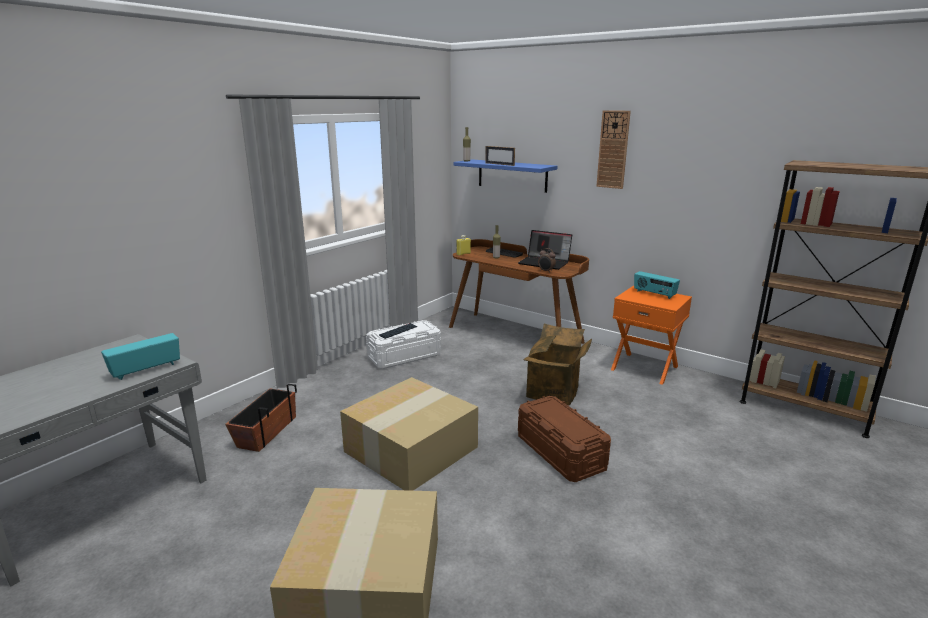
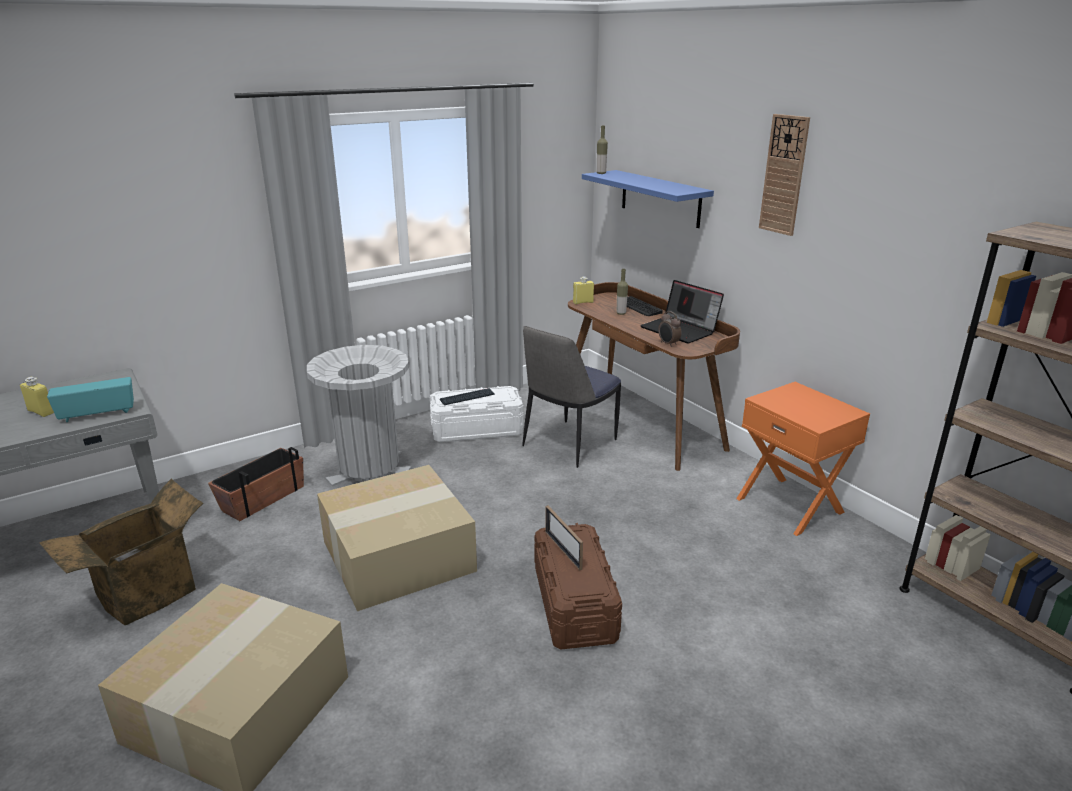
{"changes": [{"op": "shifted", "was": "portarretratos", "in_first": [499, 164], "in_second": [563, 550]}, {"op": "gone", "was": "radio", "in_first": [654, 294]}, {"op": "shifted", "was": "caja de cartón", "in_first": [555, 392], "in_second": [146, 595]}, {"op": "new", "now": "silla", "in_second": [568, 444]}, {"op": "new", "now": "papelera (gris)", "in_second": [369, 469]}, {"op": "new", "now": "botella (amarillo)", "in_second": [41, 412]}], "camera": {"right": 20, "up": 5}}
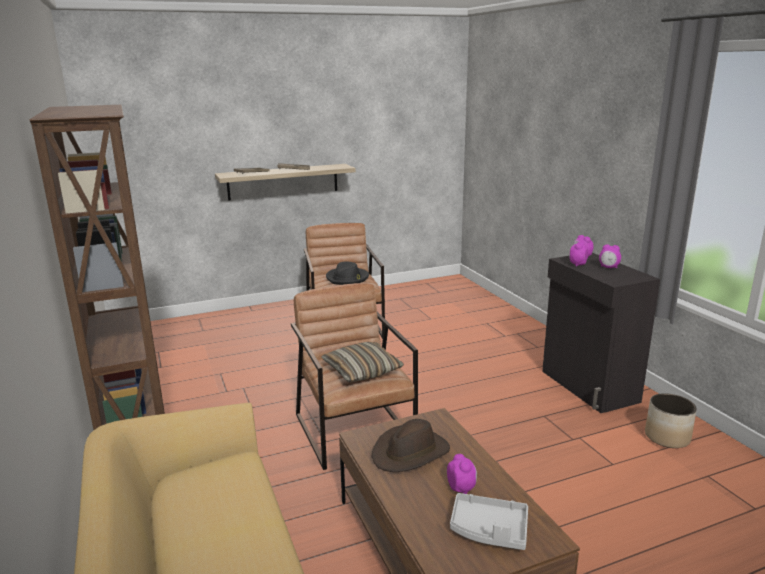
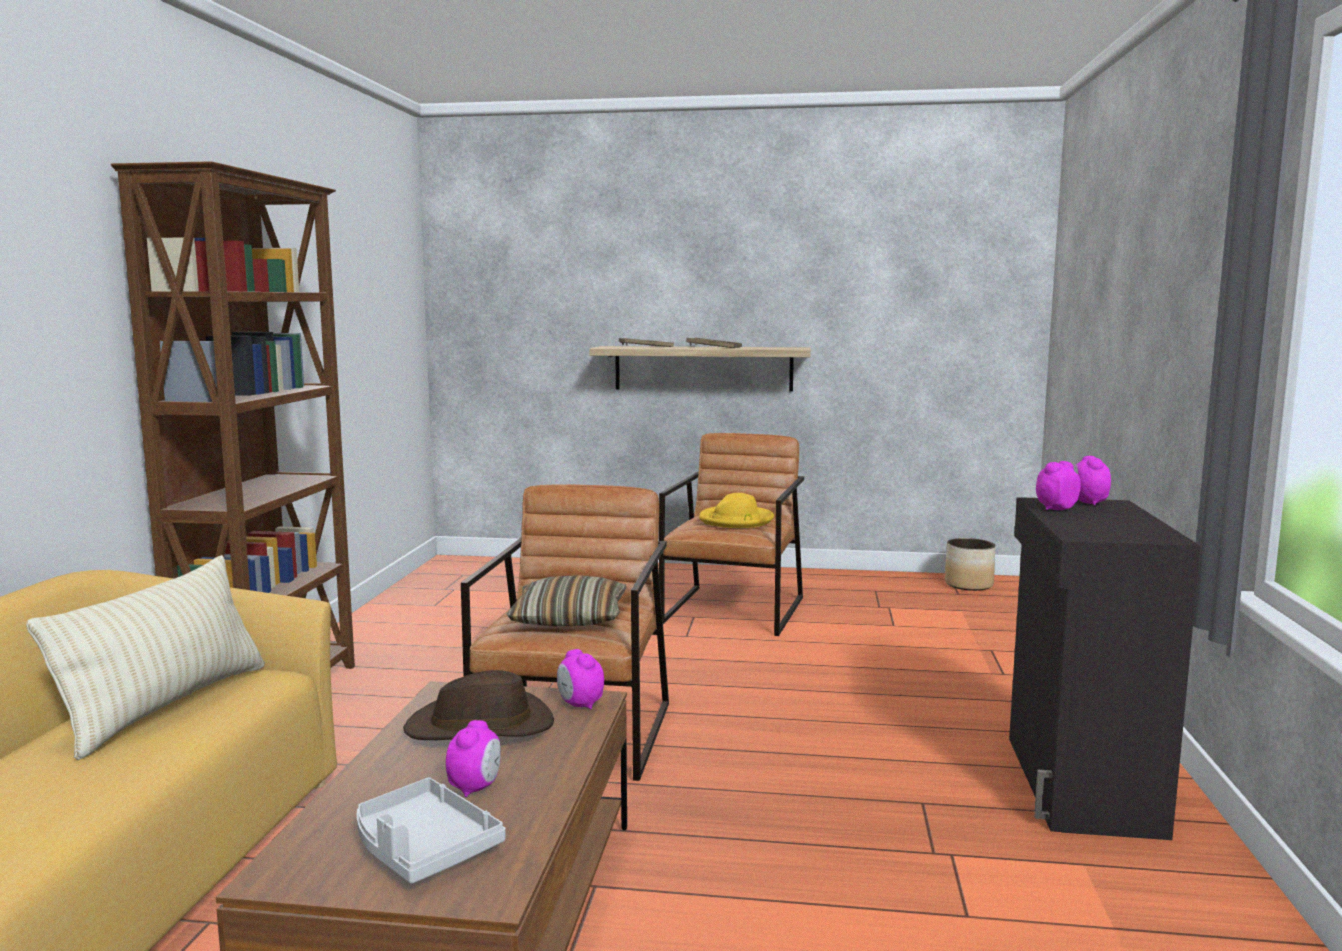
{"changes": [{"op": "shifted", "was": "despertador", "in_first": [608, 267], "in_second": [580, 705]}, {"op": "repainted", "was": "sombrero (negro)", "now": "sombrero (amarillo)", "in_first": [347, 278], "in_second": [736, 520]}, {"op": "shifted", "was": "maceta", "in_first": [667, 437], "in_second": [969, 585]}, {"op": "new", "now": "cojín (beis)", "in_second": [166, 706]}], "camera": {"right": 30, "up": -10}}
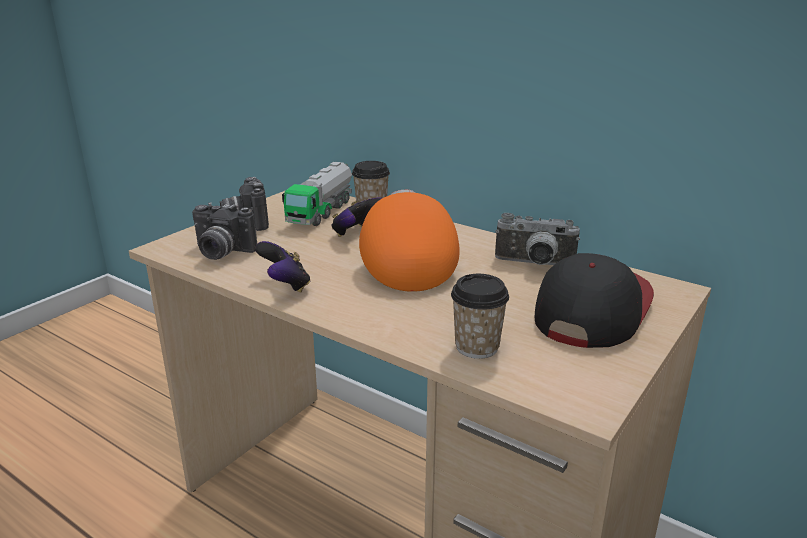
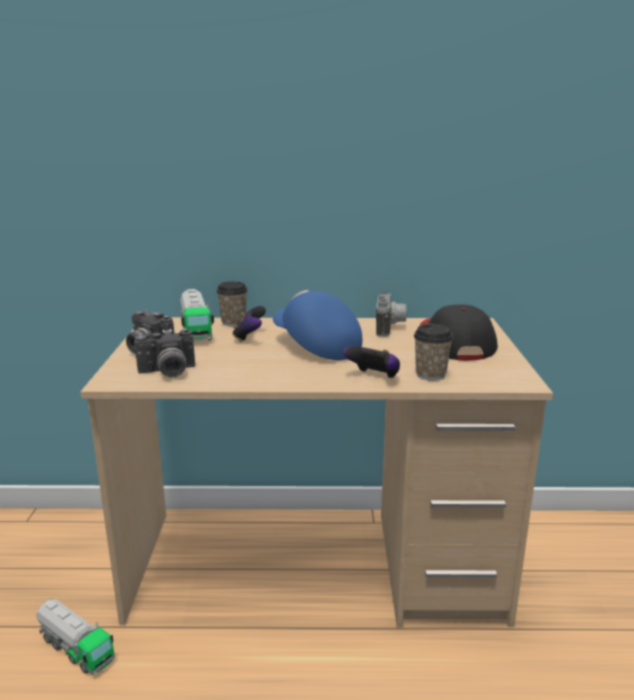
{"changes": [{"op": "repainted", "was": "gorra (naranja)", "now": "gorra (azul)", "in_first": [406, 264], "in_second": [315, 346]}, {"op": "rotated", "was": "cámara", "in_first": [534, 264], "in_second": [390, 328], "clockwise": -60}, {"op": "shifted", "was": "mando de consola", "in_first": [285, 286], "in_second": [374, 377]}, {"op": "new", "now": "camión de juguete", "in_second": [76, 649]}], "camera": {"right": -35, "up": -5}}
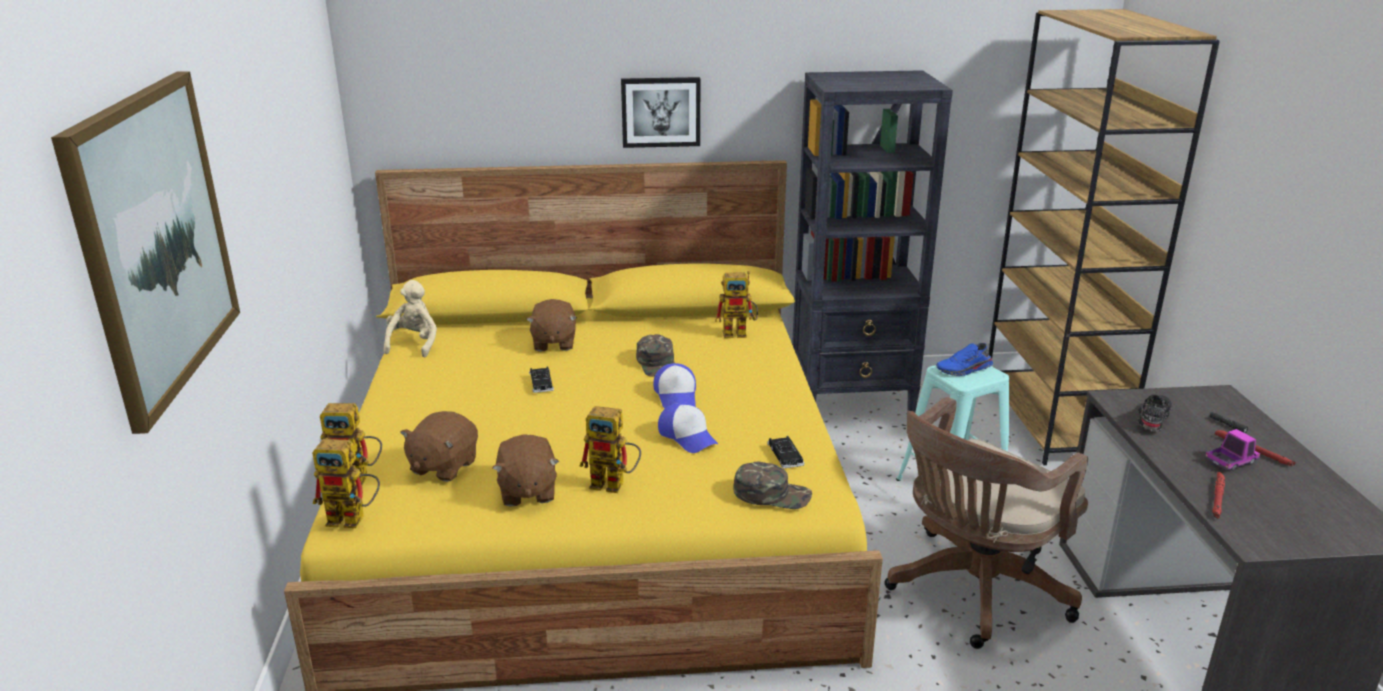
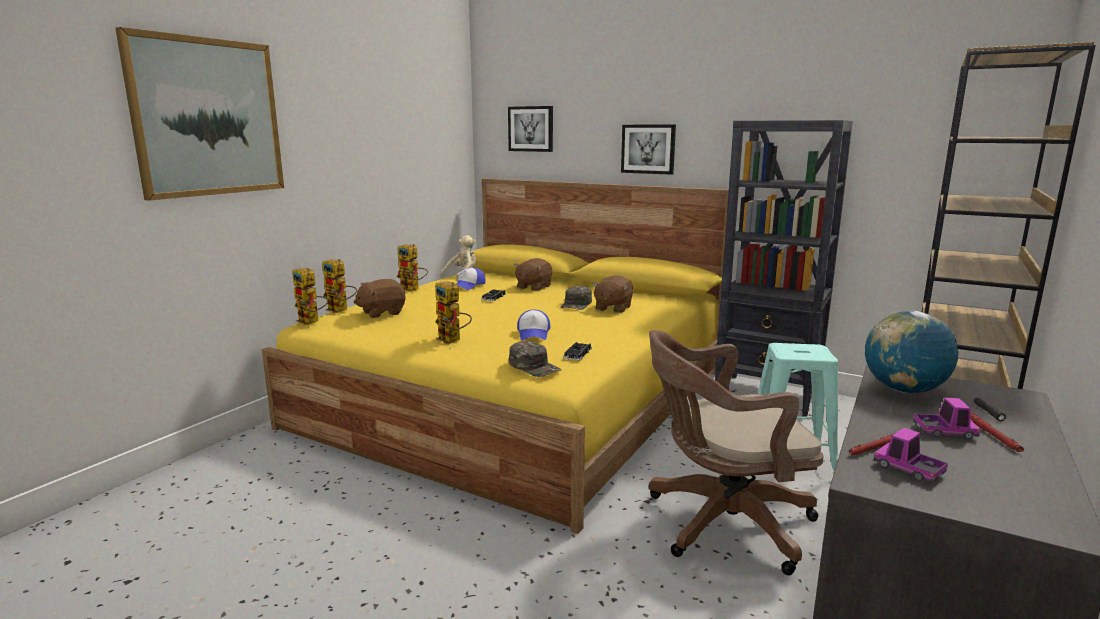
{"changes": [{"op": "shifted", "was": "robot de juguete", "in_first": [740, 333], "in_second": [413, 289]}, {"op": "gone", "was": "zapato (azul)", "in_first": [964, 370]}, {"op": "shifted", "was": "gorra", "in_first": [676, 395], "in_second": [469, 285]}, {"op": "swapped", "was": "zapato (negro)", "now": "globo terráqueo", "in_first": [1151, 418], "in_second": [904, 390]}, {"op": "shifted", "was": "peluche (marrón)", "in_first": [527, 492], "in_second": [612, 308]}, {"op": "new", "now": "cuadro", "in_second": [531, 129]}, {"op": "new", "now": "camión de juguete", "in_second": [908, 469]}], "camera": {"right": 35, "up": -10}}
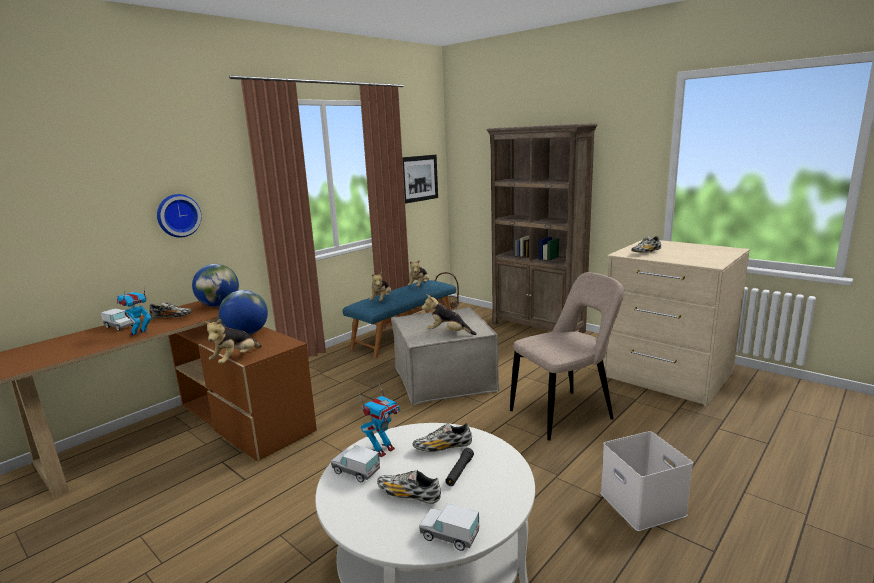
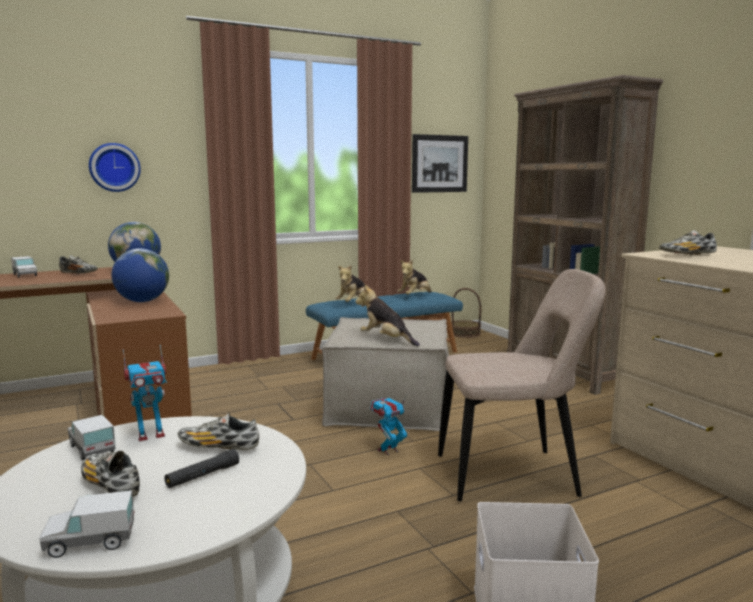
{"changes": [{"op": "shifted", "was": "robot de juguete", "in_first": [139, 334], "in_second": [388, 450]}, {"op": "gone", "was": "peluche", "in_first": [236, 360]}, {"op": "rotated", "was": "camión de juguete", "in_first": [449, 536], "in_second": [90, 542], "clockwise": -60}], "camera": {"right": 20, "up": -5}}
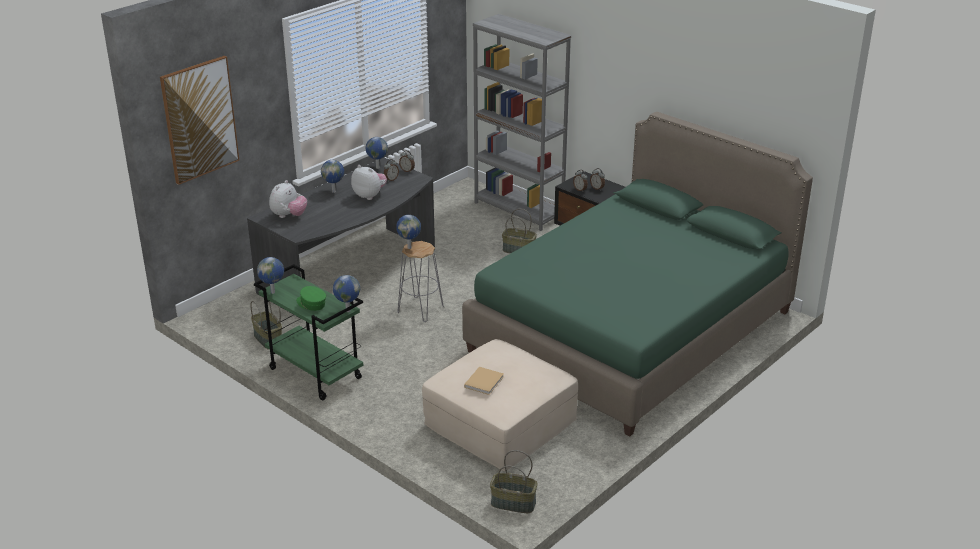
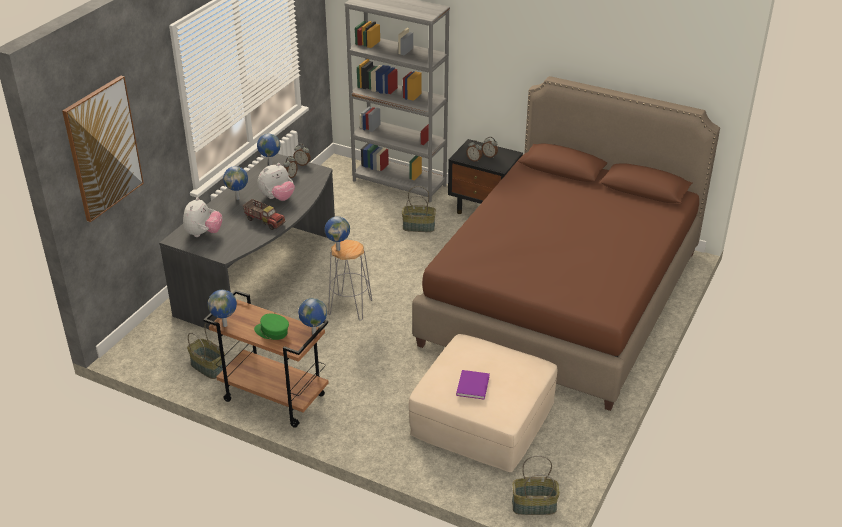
{"changes": [{"op": "repainted", "was": "cama (verde)", "now": "cama (marrón)", "in_first": [631, 331], "in_second": [562, 297]}, {"op": "rotated", "was": "peluche", "in_first": [369, 195], "in_second": [277, 198], "clockwise": 120}, {"op": "repainted", "was": "carrito (verde)", "now": "carrito (marrón)", "in_first": [314, 373], "in_second": [273, 398]}, {"op": "repainted", "was": "libro (beis)", "now": "libro (morado)", "in_first": [484, 381], "in_second": [473, 385]}, {"op": "new", "now": "camión de juguete", "in_second": [265, 221]}], "camera": {"right": -15, "up": 5}}
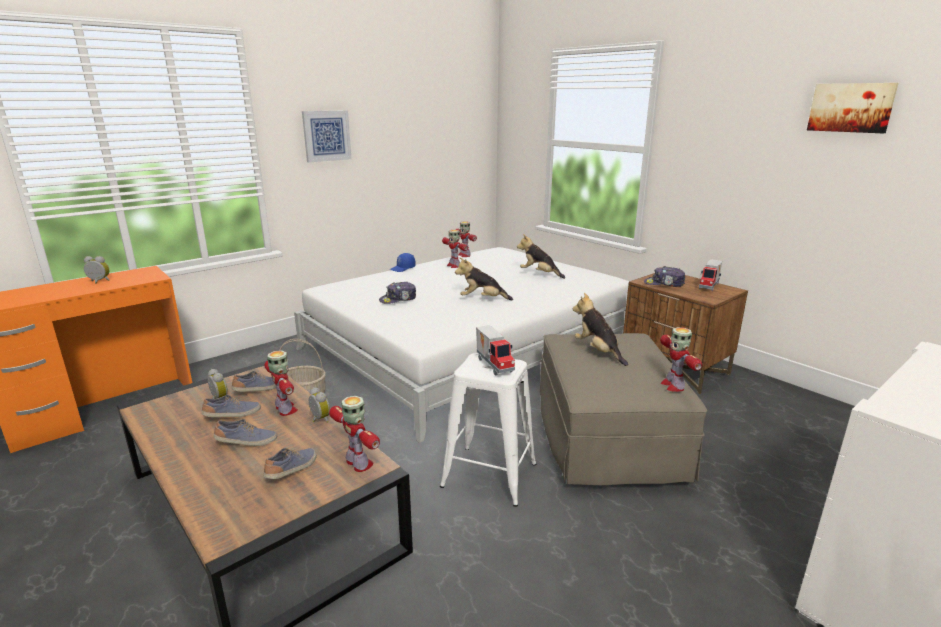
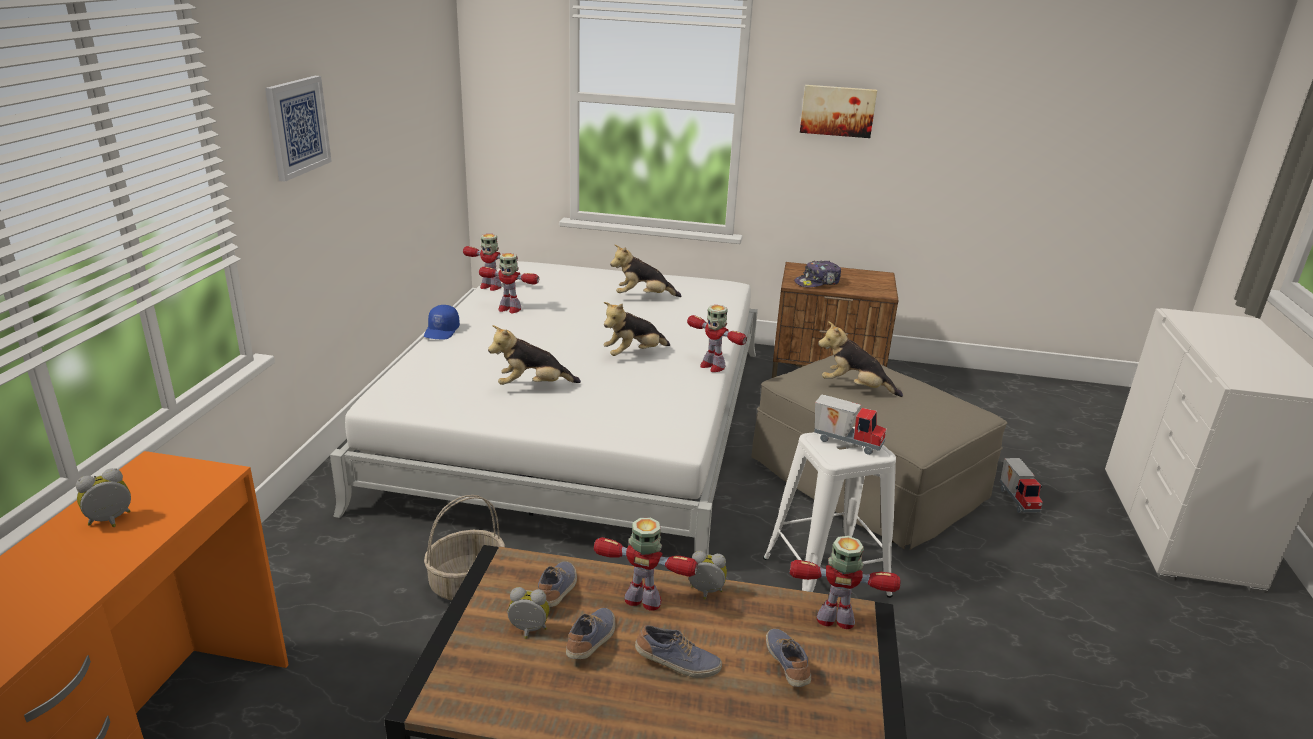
{"changes": [{"op": "shifted", "was": "cuadro", "in_first": [851, 107], "in_second": [837, 110]}, {"op": "shifted", "was": "camión de juguete", "in_first": [710, 286], "in_second": [1018, 500]}, {"op": "swapped", "was": "gorra", "now": "peluche", "in_first": [398, 299], "in_second": [533, 386]}, {"op": "shifted", "was": "robot de juguete", "in_first": [673, 385], "in_second": [712, 366]}, {"op": "rotated", "was": "zapato", "in_first": [246, 442], "in_second": [677, 664], "clockwise": 60}], "camera": {"right": -40, "up": 5}}
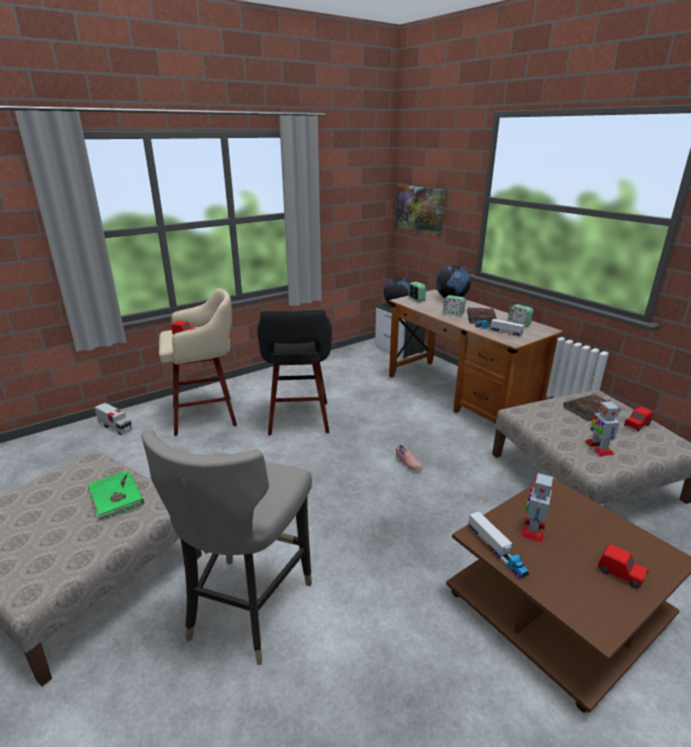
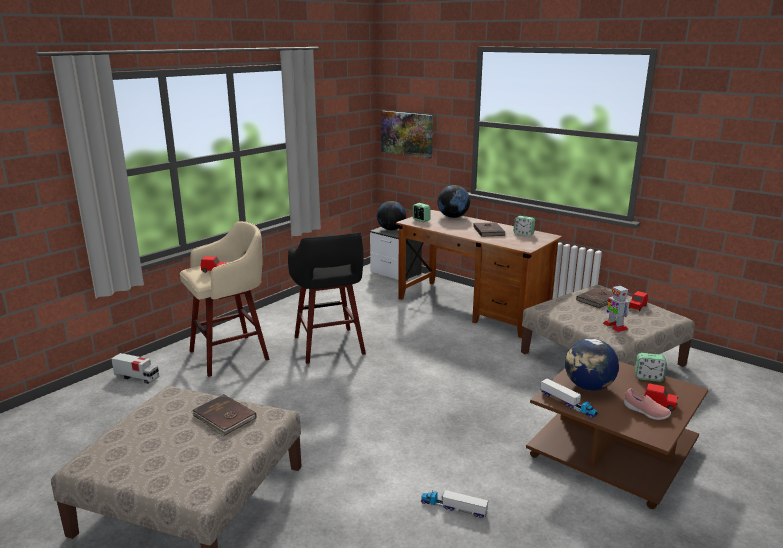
{"changes": [{"op": "shifted", "was": "despertador", "in_first": [453, 314], "in_second": [648, 377]}, {"op": "shifted", "was": "camión de juguete", "in_first": [498, 331], "in_second": [453, 508]}, {"op": "gone", "was": "taburete (gris)", "in_first": [247, 608]}, {"op": "shifted", "was": "zapato (rosa)", "in_first": [407, 464], "in_second": [645, 412]}, {"op": "repainted", "was": "libro (verde)", "now": "libro (marrón)", "in_first": [115, 497], "in_second": [224, 417]}, {"op": "swapped", "was": "robot de juguete", "now": "globo terráqueo", "in_first": [533, 529], "in_second": [588, 387]}], "camera": {"right": -15, "up": -5}}
